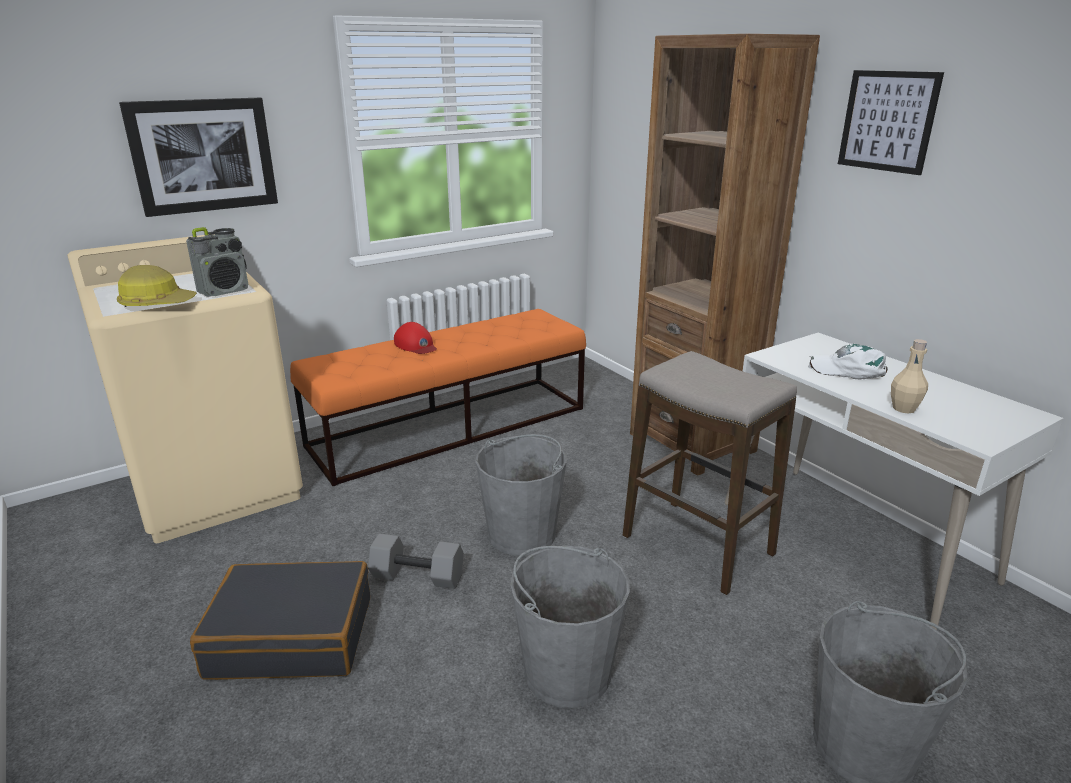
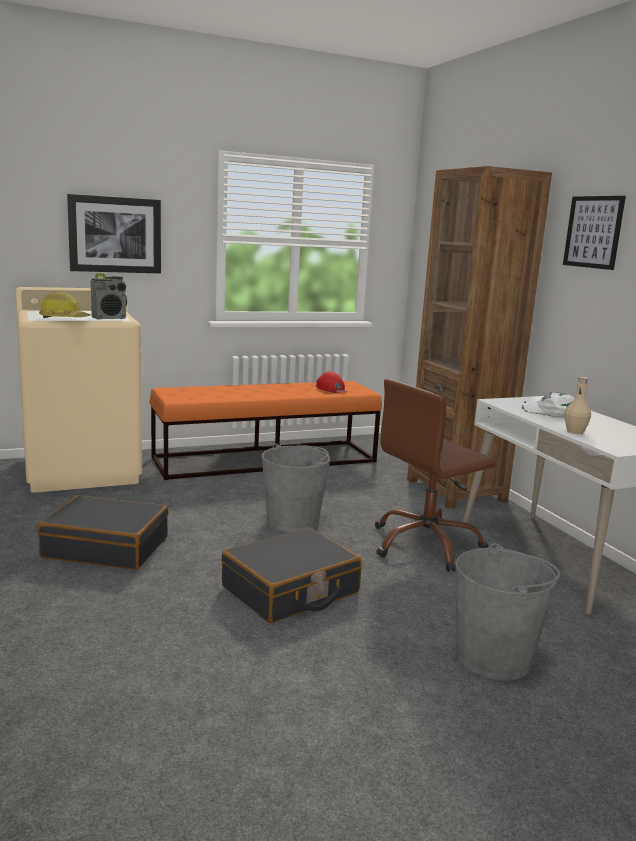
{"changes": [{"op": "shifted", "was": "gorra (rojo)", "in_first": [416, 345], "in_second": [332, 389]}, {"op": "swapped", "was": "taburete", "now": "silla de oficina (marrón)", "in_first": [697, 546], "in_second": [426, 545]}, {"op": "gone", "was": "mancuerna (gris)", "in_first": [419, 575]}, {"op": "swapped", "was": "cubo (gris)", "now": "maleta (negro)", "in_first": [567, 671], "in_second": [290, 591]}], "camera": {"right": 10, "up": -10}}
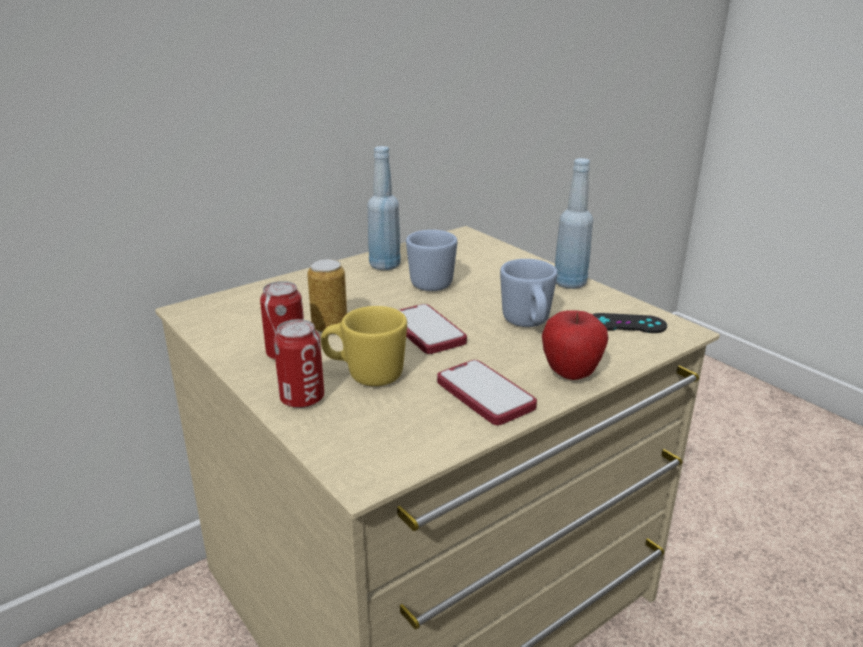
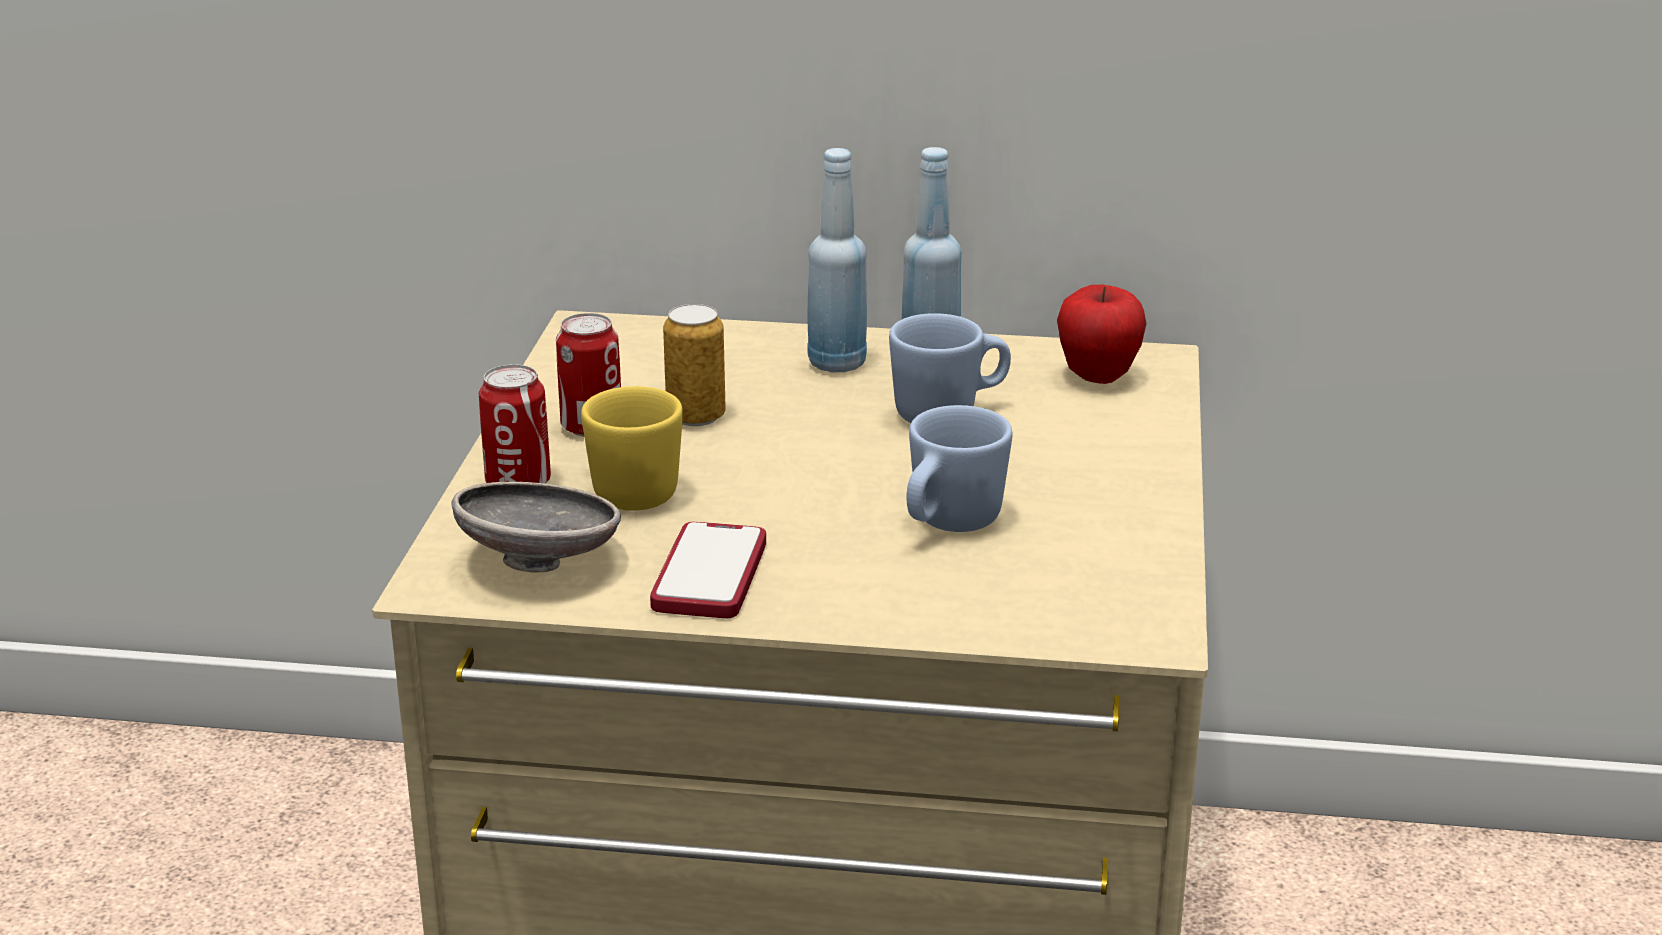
{"changes": [{"op": "shifted", "was": "botella (azul)", "in_first": [570, 283], "in_second": [836, 363]}, {"op": "gone", "was": "móvil", "in_first": [426, 331]}, {"op": "shifted", "was": "manzana", "in_first": [571, 374], "in_second": [1098, 377]}, {"op": "gone", "was": "mando de consola (negro)", "in_first": [626, 324]}, {"op": "new", "now": "cuenco (gris)", "in_second": [542, 562]}], "camera": {"right": 45, "up": 0}}
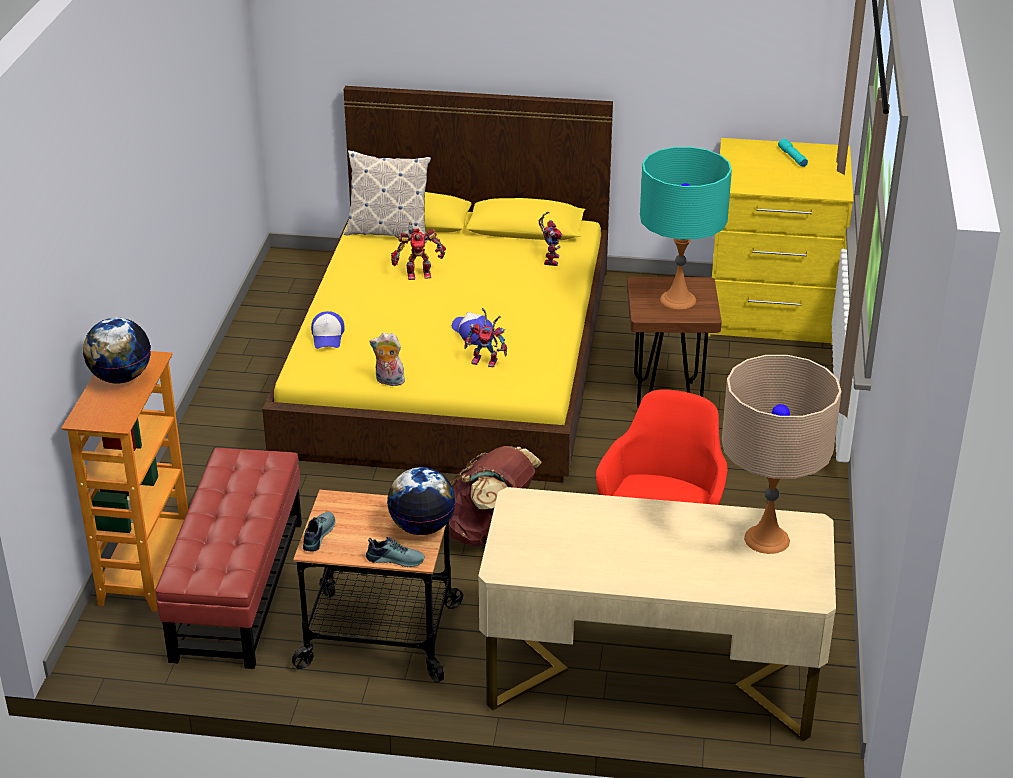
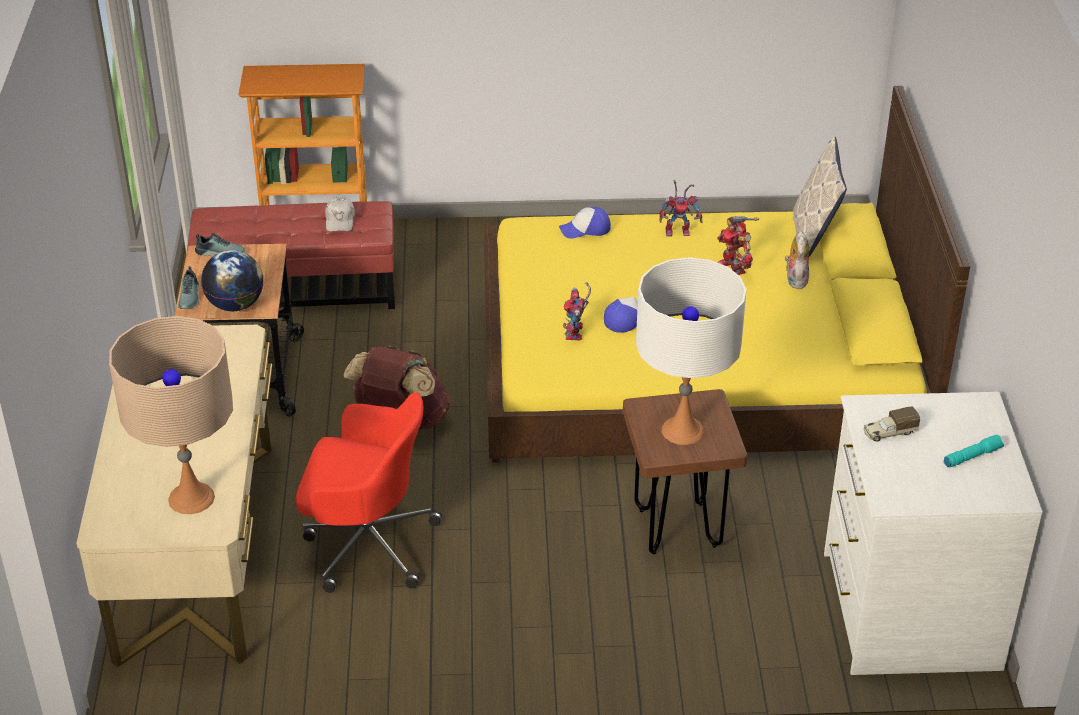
{"changes": [{"op": "repainted", "was": "cómoda (amarillo)", "now": "cómoda (blanco)", "in_first": [770, 312], "in_second": [907, 610]}, {"op": "repainted", "was": "lámpara de mesa (turquesa)", "now": "lámpara de mesa (blanco)", "in_first": [678, 299], "in_second": [682, 430]}, {"op": "shifted", "was": "robot de juguete", "in_first": [550, 259], "in_second": [679, 230]}, {"op": "gone", "was": "globo terráqueo", "in_first": [120, 378]}, {"op": "shifted", "was": "peluche", "in_first": [388, 381], "in_second": [795, 279]}, {"op": "new", "now": "gorra (blanco)", "in_second": [340, 220]}, {"op": "new", "now": "camión de juguete", "in_second": [889, 433]}], "camera": {"right": 80, "up": 5}}
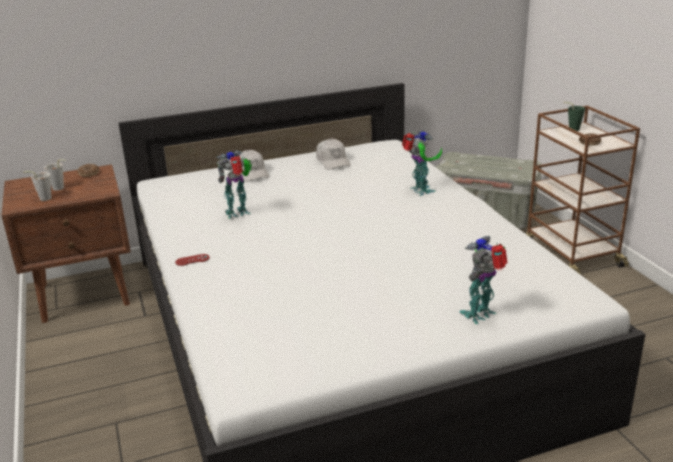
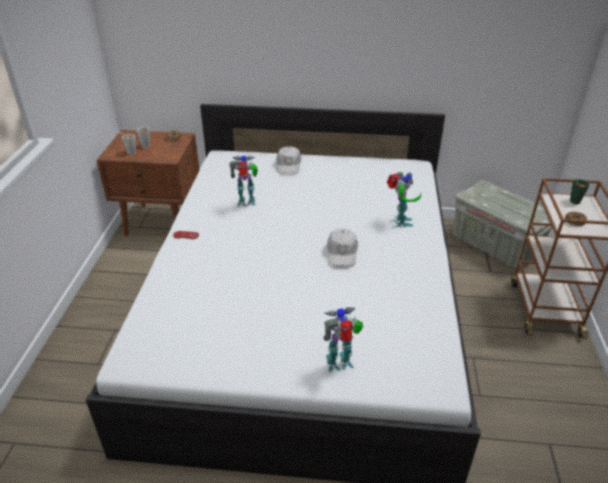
{"changes": [{"op": "shifted", "was": "gorra (blanco)", "in_first": [333, 161], "in_second": [342, 253]}], "camera": {"right": 25, "up": 10}}
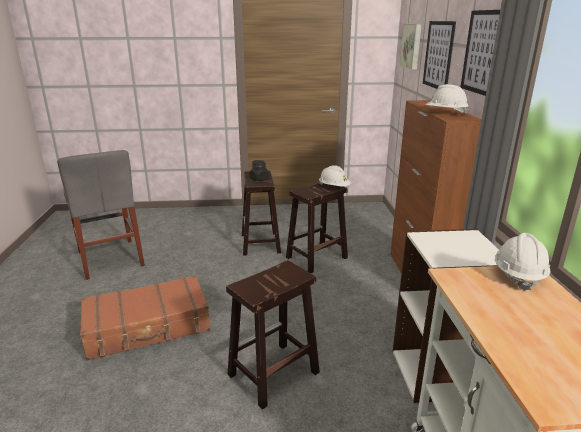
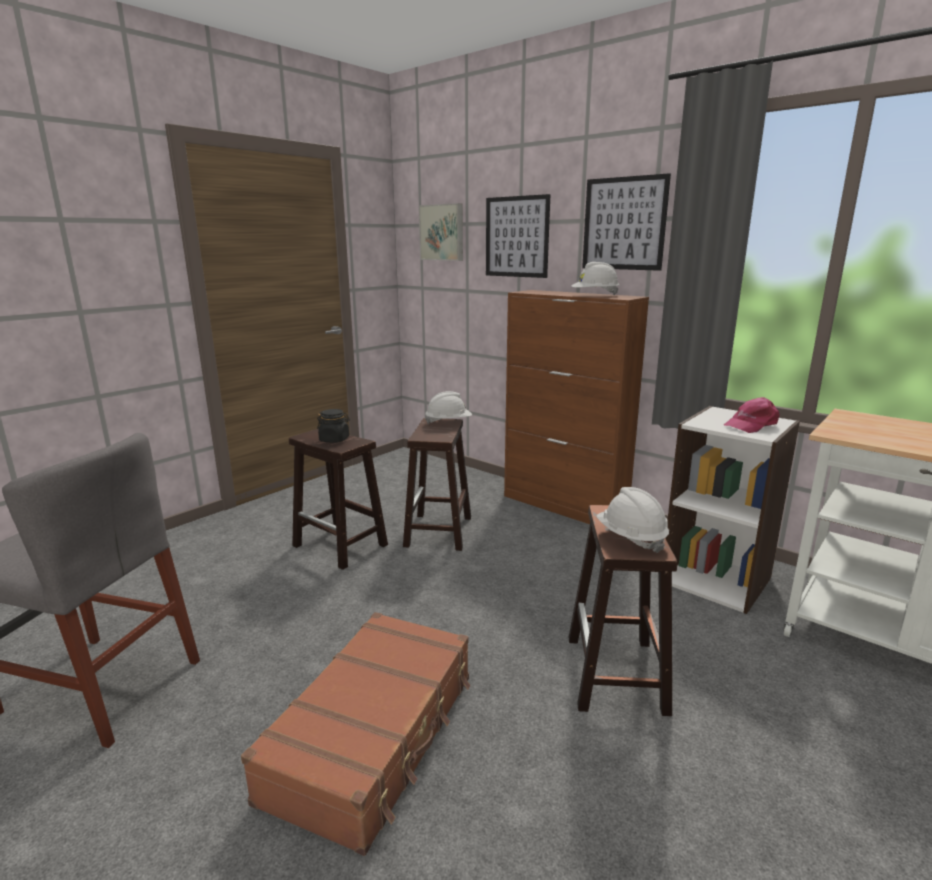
{"changes": [{"op": "shifted", "was": "casco (blanco)", "in_first": [518, 275], "in_second": [631, 538]}, {"op": "new", "now": "gorra (rosa)", "in_second": [751, 425]}], "camera": {"right": -45, "up": -5}}
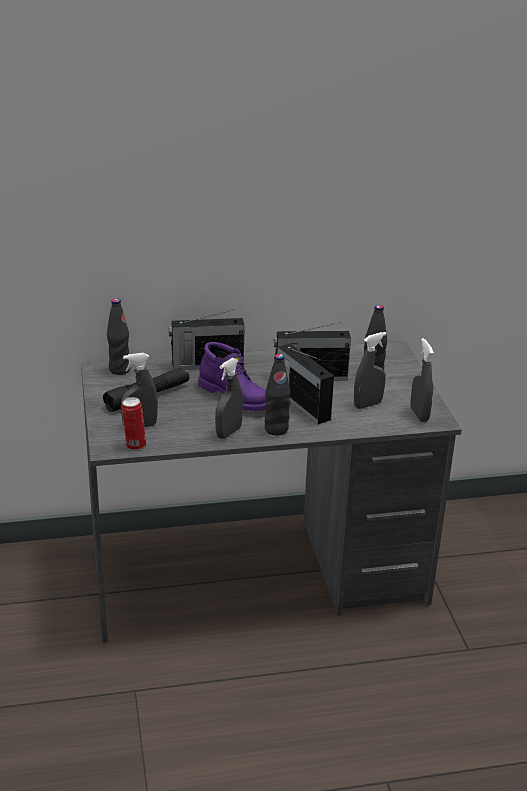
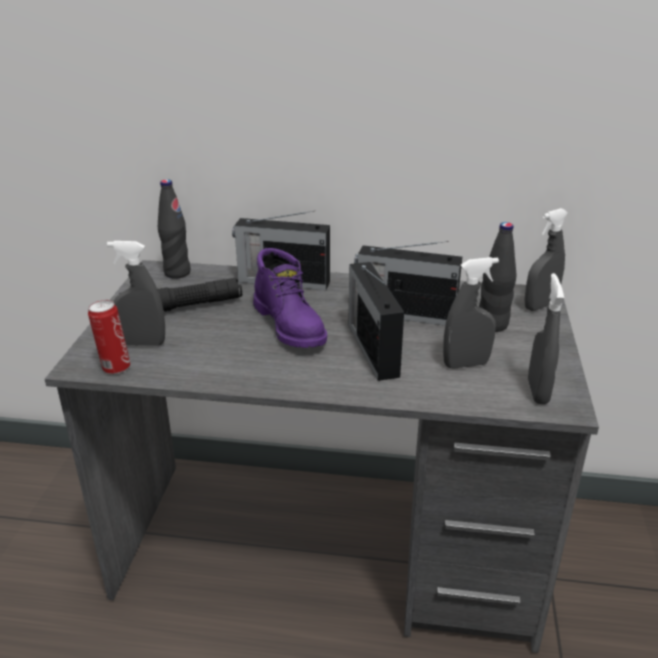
{"changes": [{"op": "gone", "was": "botella (negro)", "in_first": [276, 429]}, {"op": "shifted", "was": "pulverizador (gris)", "in_first": [228, 432], "in_second": [540, 306]}], "camera": {"right": 20, "up": 0}}
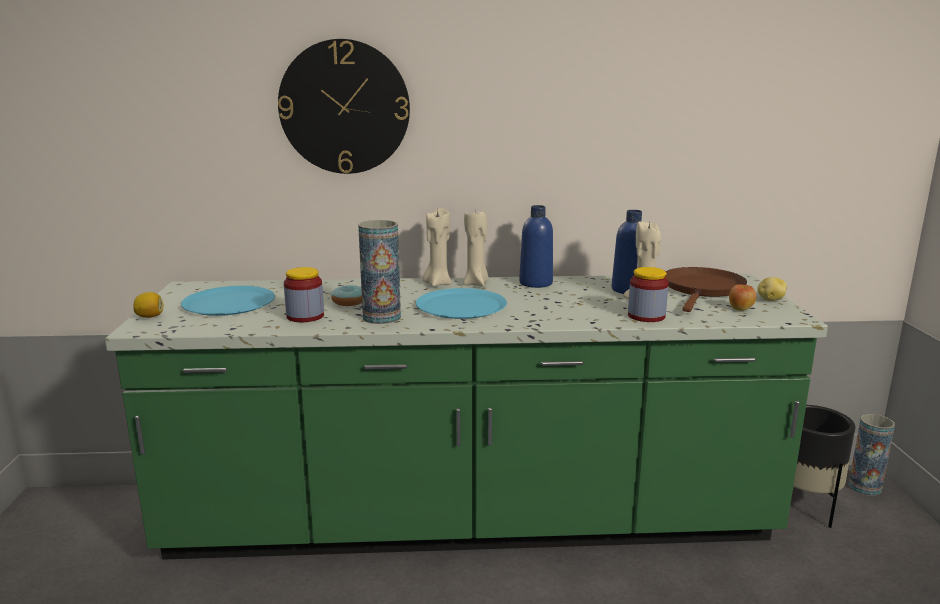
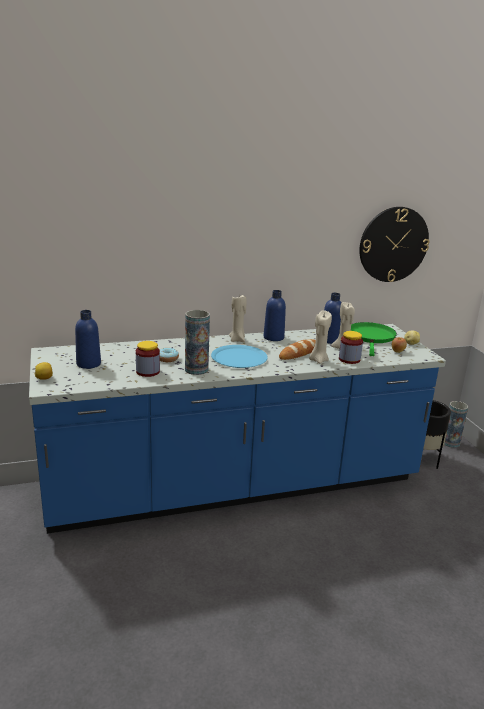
{"changes": [{"op": "shifted", "was": "reloj de pared", "in_first": [344, 107], "in_second": [393, 244]}, {"op": "shifted", "was": "vela (beis)", "in_first": [437, 284], "in_second": [318, 360]}, {"op": "repainted", "was": "sartén (marrón)", "now": "sartén (verde)", "in_first": [702, 289], "in_second": [371, 337]}, {"op": "repainted", "was": "mueble bajo de cocina (verde)", "now": "mueble bajo de cocina (azul)", "in_first": [470, 522], "in_second": [235, 487]}, {"op": "swapped", "was": "plato (azul)", "now": "botella (azul)", "in_first": [229, 303], "in_second": [88, 364]}, {"op": "new", "now": "pan", "in_second": [299, 353]}], "camera": {"right": -15, "up": 5}}
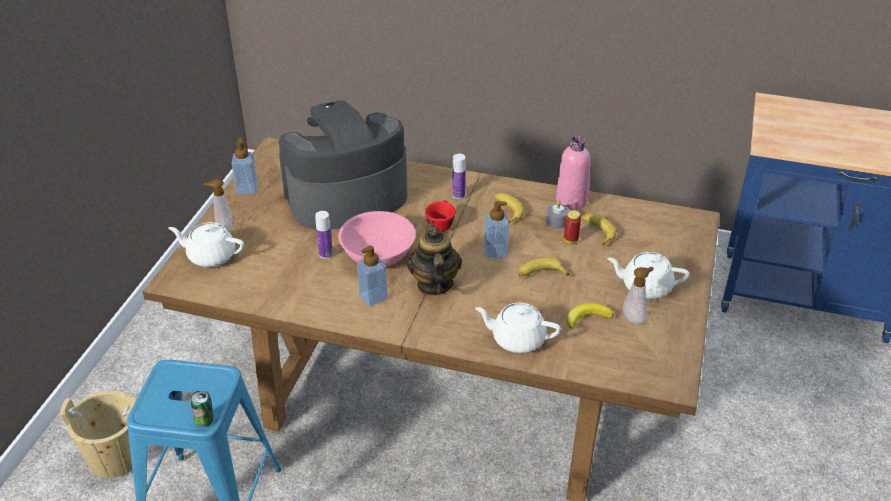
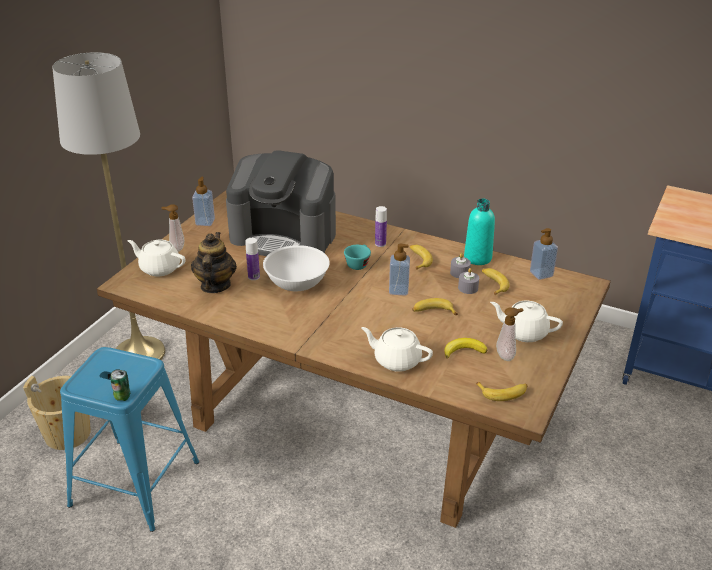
{"changes": [{"op": "rotated", "was": "cafetera", "in_first": [346, 197], "in_second": [284, 236], "clockwise": -150}, {"op": "repainted", "was": "botella (rosa)", "now": "botella (turquesa)", "in_first": [571, 201], "in_second": [477, 258]}, {"op": "repainted", "was": "taza (rojo)", "now": "taza (turquesa)", "in_first": [440, 223], "in_second": [358, 263]}, {"op": "swapped", "was": "lata", "now": "vela (gris)", "in_first": [571, 239], "in_second": [468, 288]}, {"op": "repainted", "was": "cuenco (rosa)", "now": "cuenco (blanco)", "in_first": [378, 255], "in_second": [297, 282]}, {"op": "shifted", "was": "tetera", "in_first": [434, 284], "in_second": [215, 285]}, {"op": "shifted", "was": "dispensador de jabón", "in_first": [373, 297], "in_second": [541, 274]}, {"op": "new", "now": "lámpara de pie (gris)", "in_second": [139, 353]}, {"op": "new", "now": "plátano", "in_second": [503, 393]}], "camera": {"right": 10, "up": -5}}
